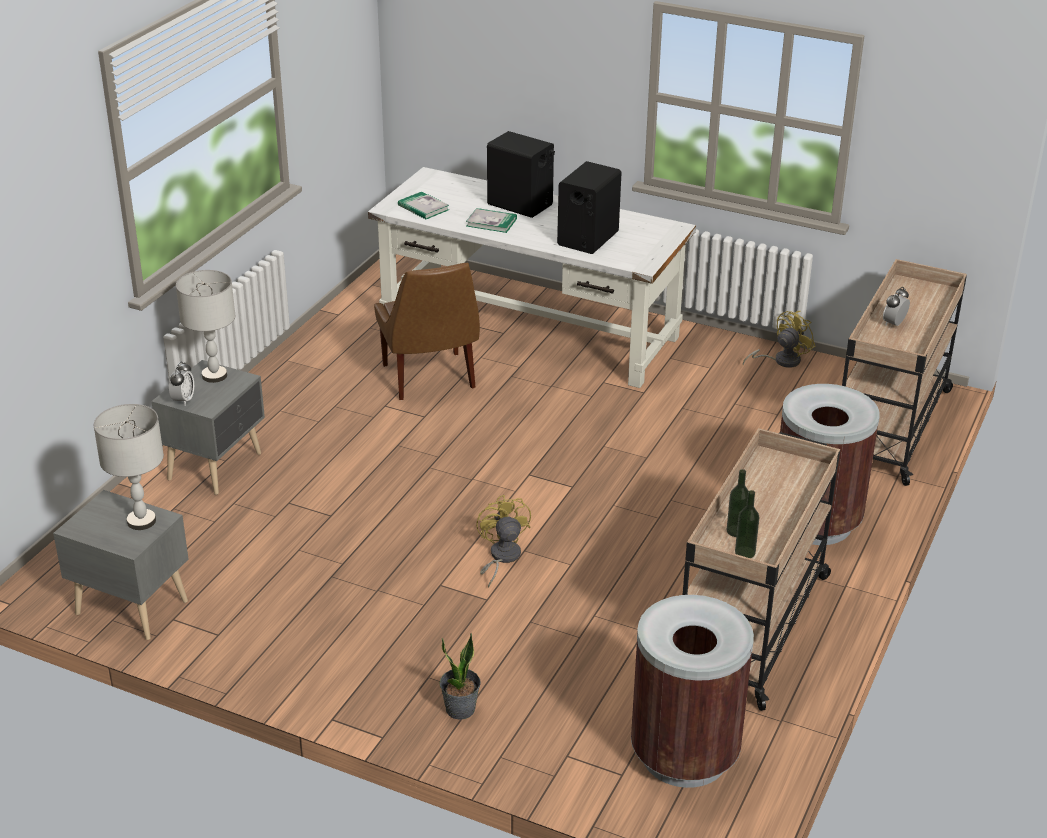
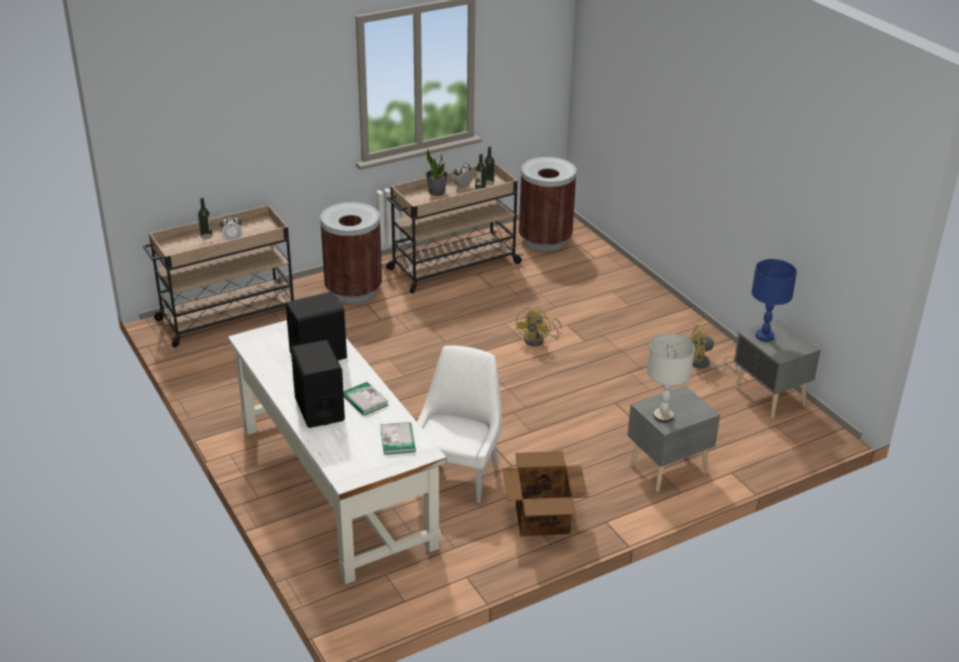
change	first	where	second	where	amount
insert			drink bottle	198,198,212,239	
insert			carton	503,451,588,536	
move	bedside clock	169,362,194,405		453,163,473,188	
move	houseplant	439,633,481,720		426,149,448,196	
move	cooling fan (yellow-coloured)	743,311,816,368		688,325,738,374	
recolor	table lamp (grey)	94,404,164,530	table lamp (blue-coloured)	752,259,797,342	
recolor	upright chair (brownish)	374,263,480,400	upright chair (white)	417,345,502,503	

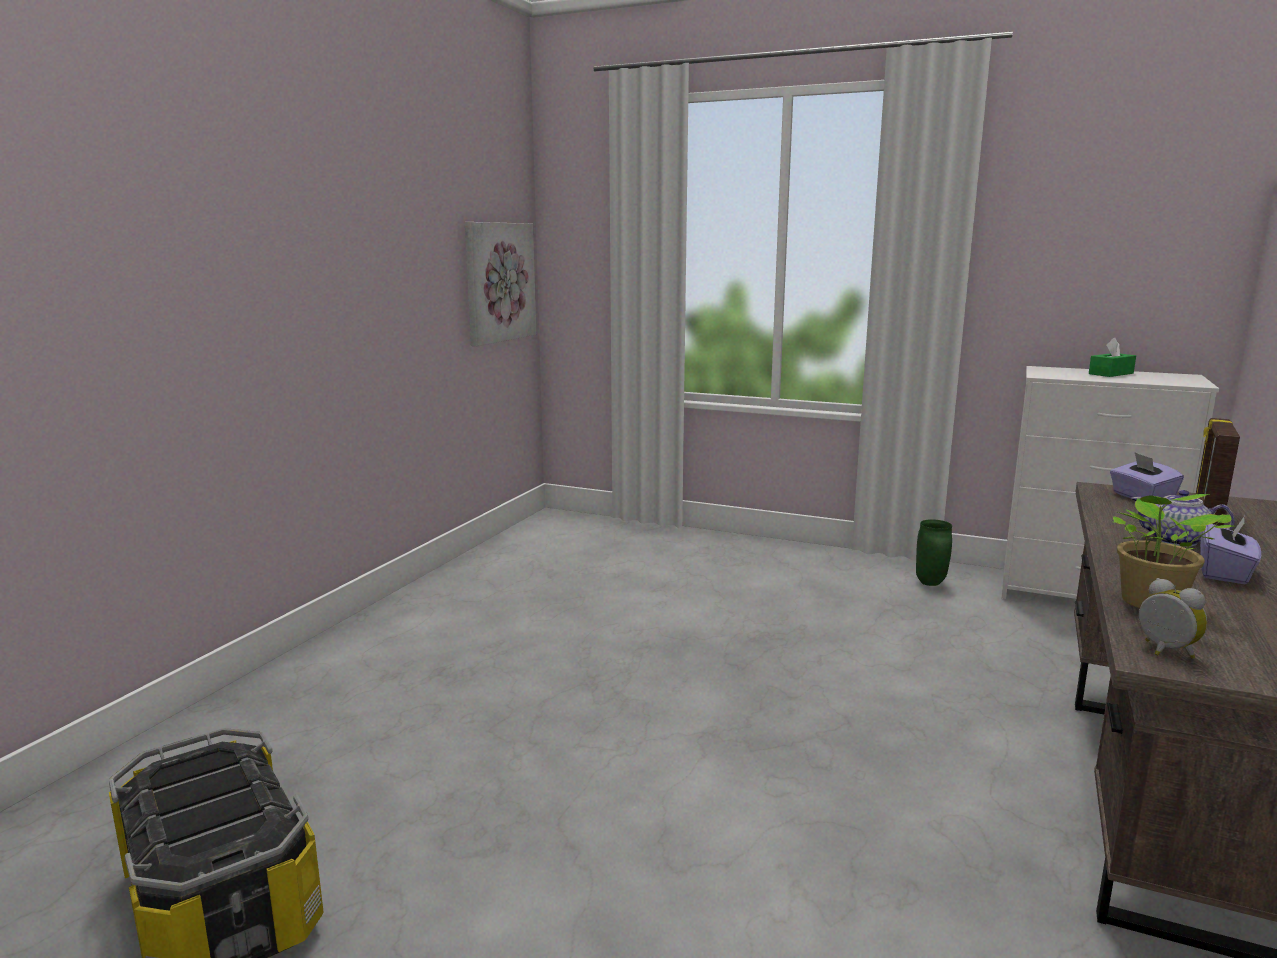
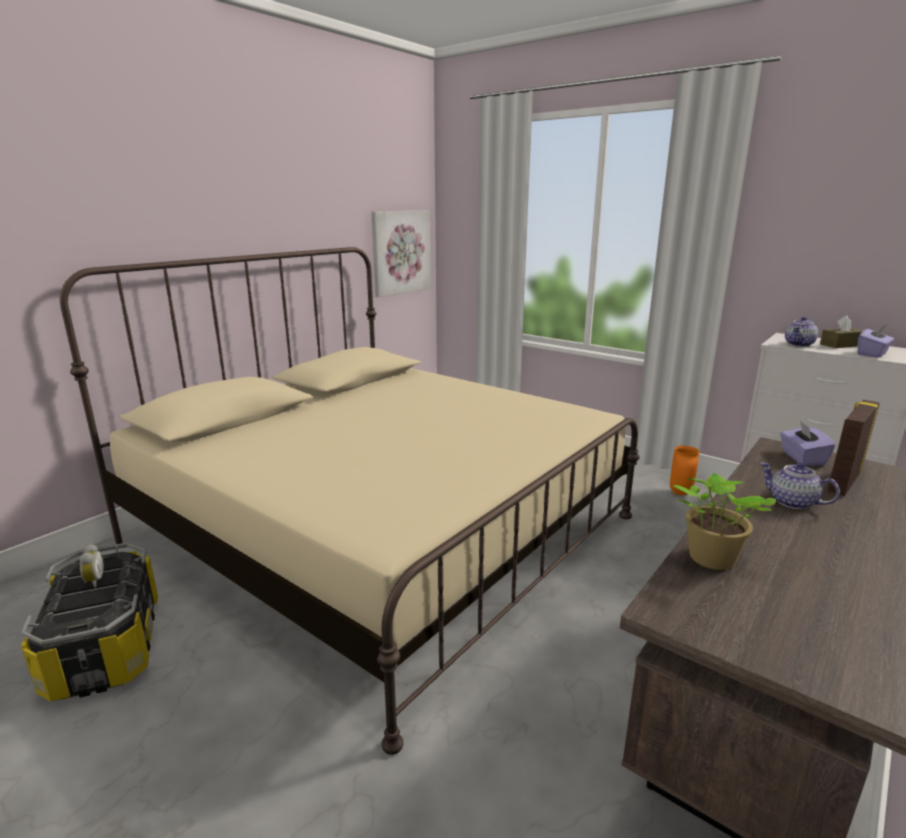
change	first	where	second	where	amount
insert			bedroom bed (sand-coloured)	60,247,639,755	
insert			pot for tea	785,317,818,347	
move	bedside clock	1139,578,1208,659		80,544,104,588	
move	box of tissues (purple-coloured)	1200,517,1261,584		857,325,894,358	
recolor	flower vase (green-coloured)	916,519,952,586	flower vase (orange-coloured)	670,446,699,495	
recolor	box of tissues (green-coloured)	1089,338,1136,377	box of tissues (brownish)	820,315,863,348	

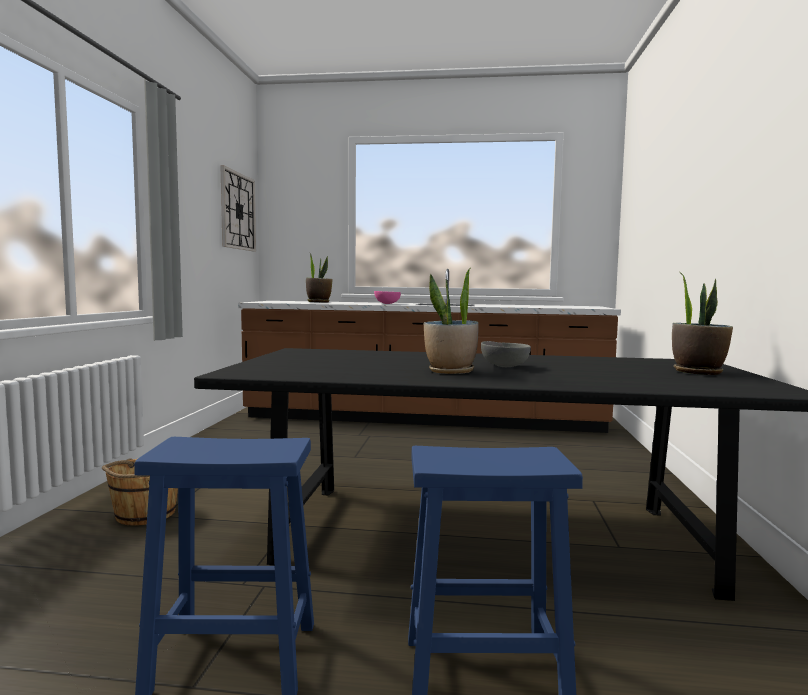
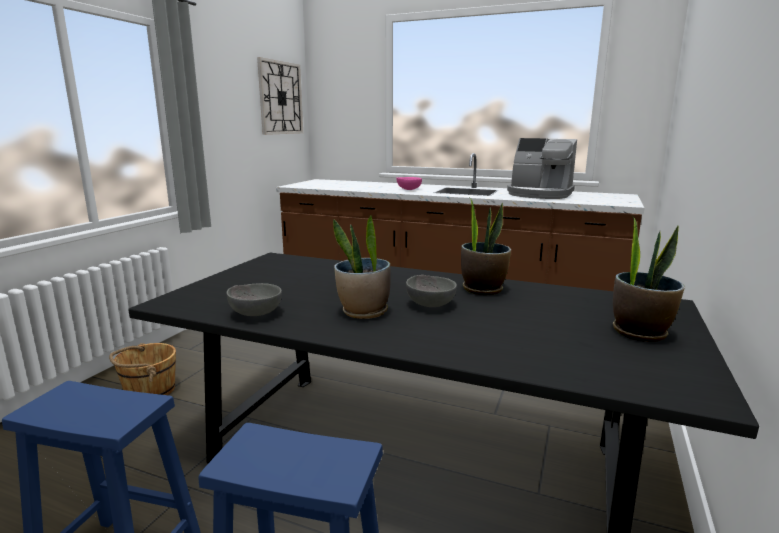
change	first	where	second	where	amount
insert			serving bowl (grey)	227,283,282,316	
insert			coffee brewer	507,138,577,199	
move	houseplant	306,253,332,303		461,197,511,295	

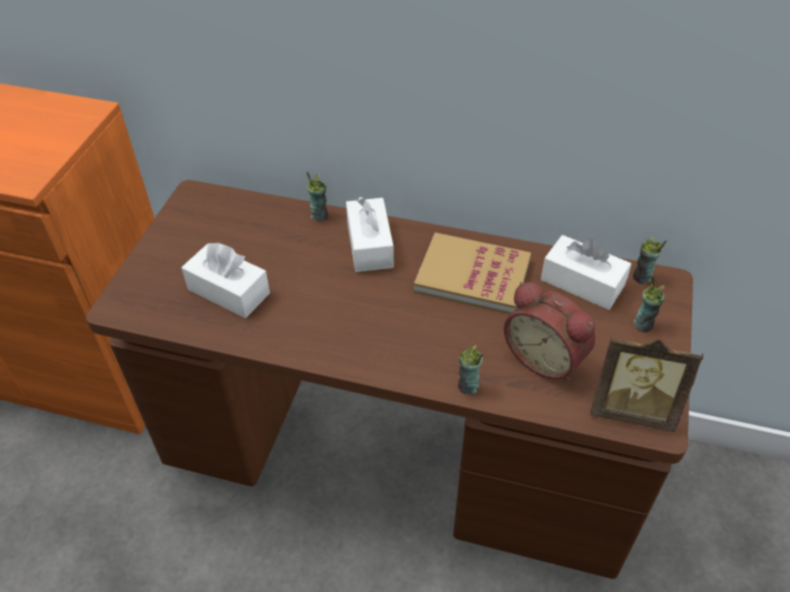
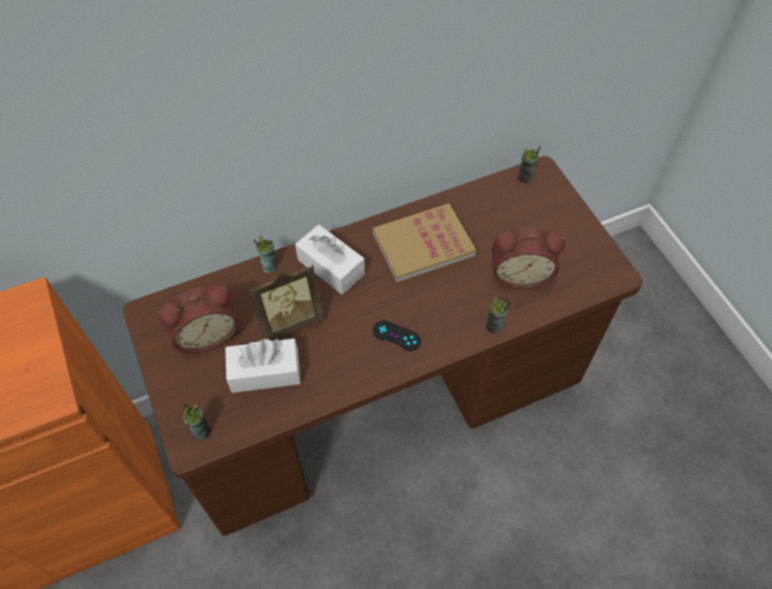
change	first	where	second	where	amount
delete	box of tissues (white)	541,235,631,310			
insert			bedside clock	157,284,238,354	
insert			gamepad (black-coloured)	373,320,421,351	
move	photo frame	590,336,703,432		248,264,325,340	
move	small cup	633,276,665,332		183,402,211,440	

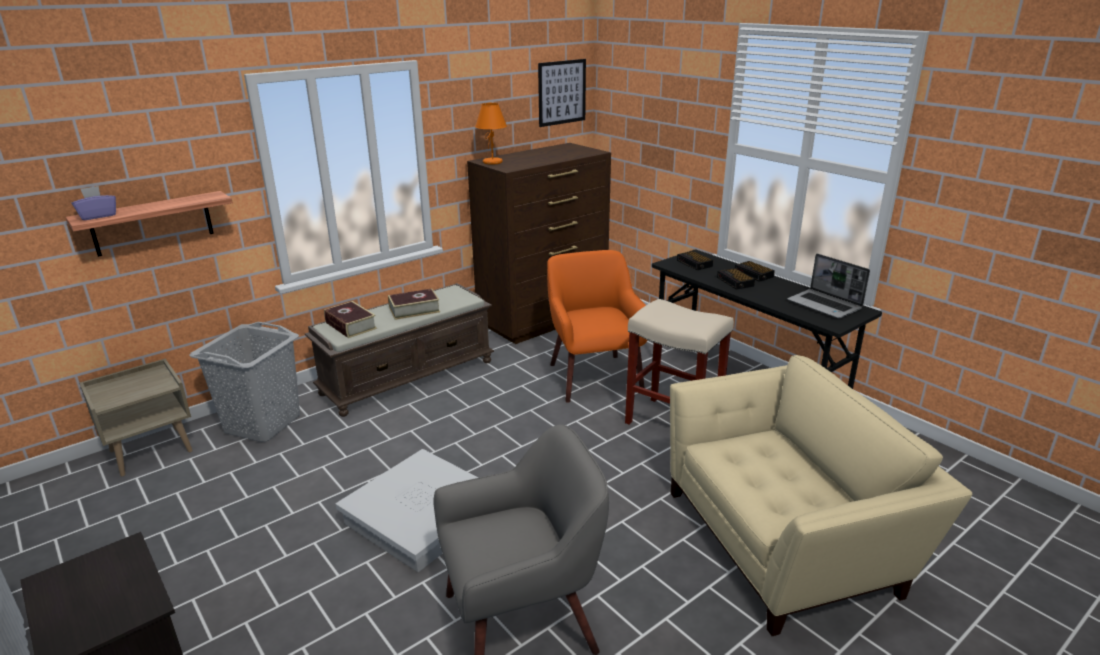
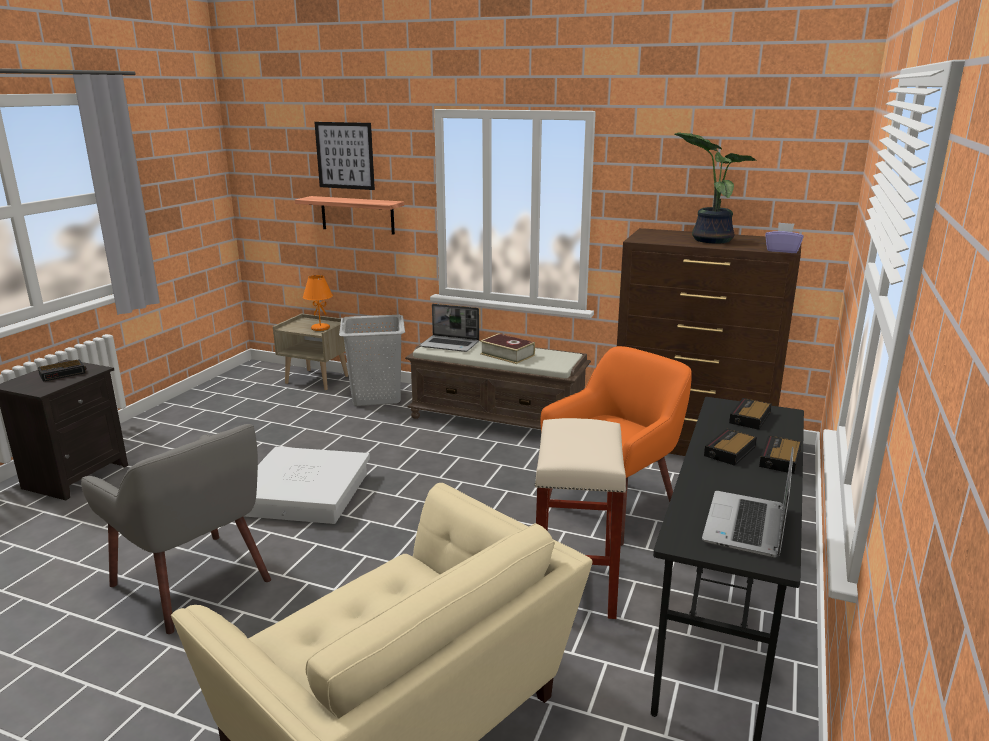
change	first	where	second	where	amount
insert			bedside clock	38,359,87,382	
insert			houseplant	674,132,758,243	
move	box of tissues (purple-coloured)	72,186,116,220		765,223,803,253	
move	table lamp (orange-coloured)	475,103,507,165		303,275,333,331	
move	picture	538,59,586,127		314,122,375,190	
replace	book	324,301,377,338	laptop	420,304,479,352	

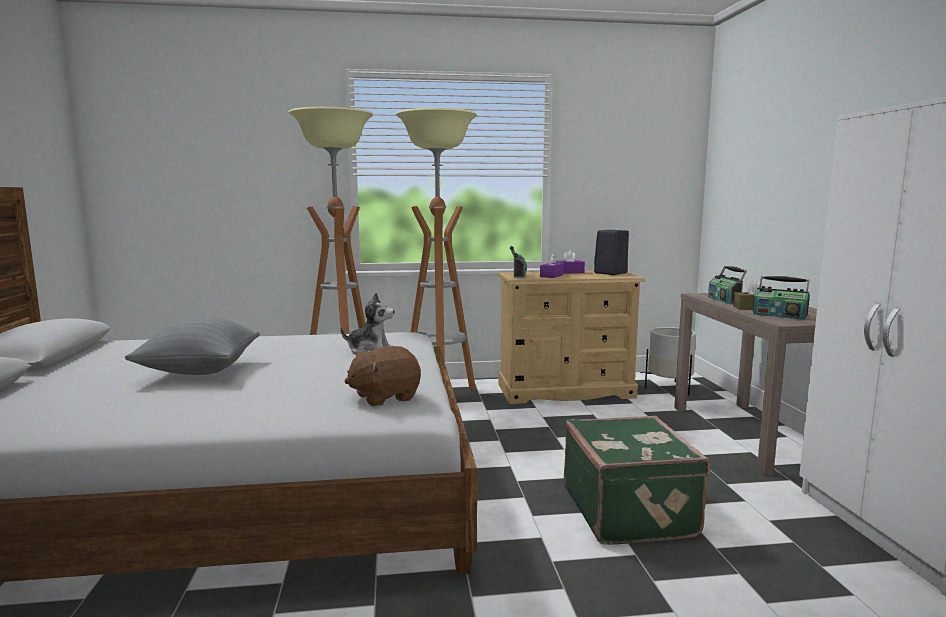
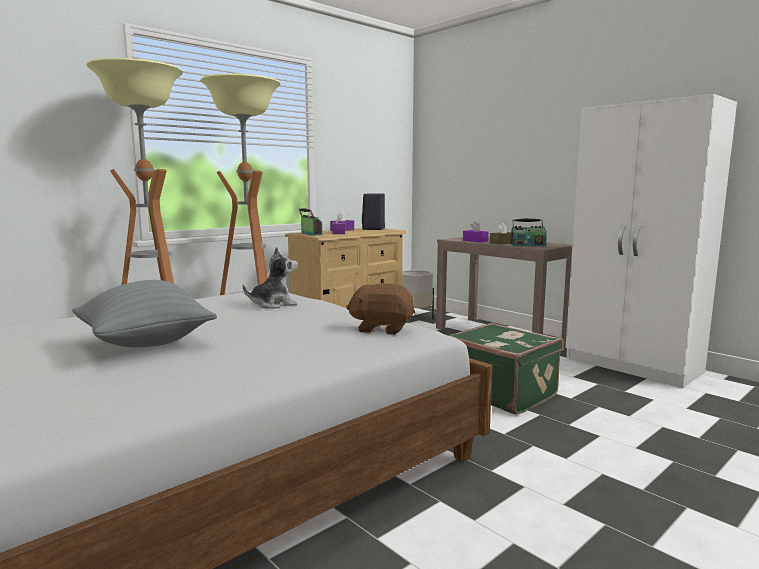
change	first	where	second	where	amount
replace	radio receiver	708,266,747,304	box of tissues (purple-coloured)	463,221,488,242	
rotate	soft toy (brownish)	344,346,421,407		346,283,415,335	75 degrees clockwise

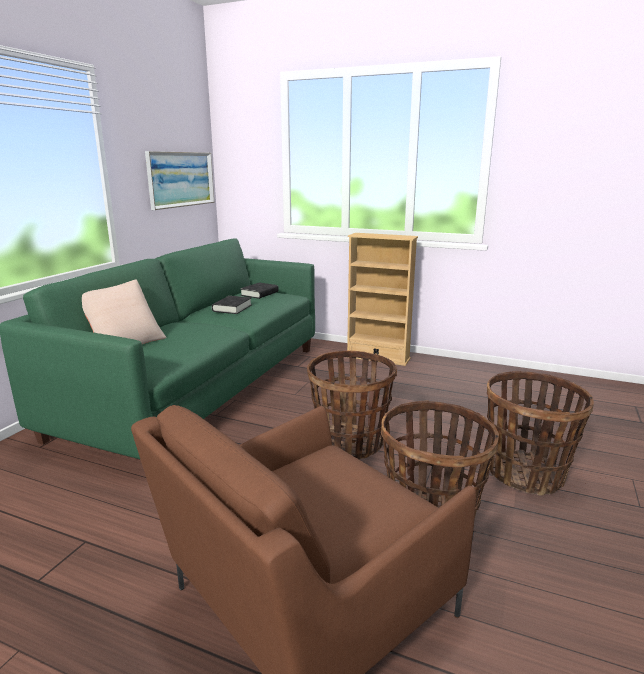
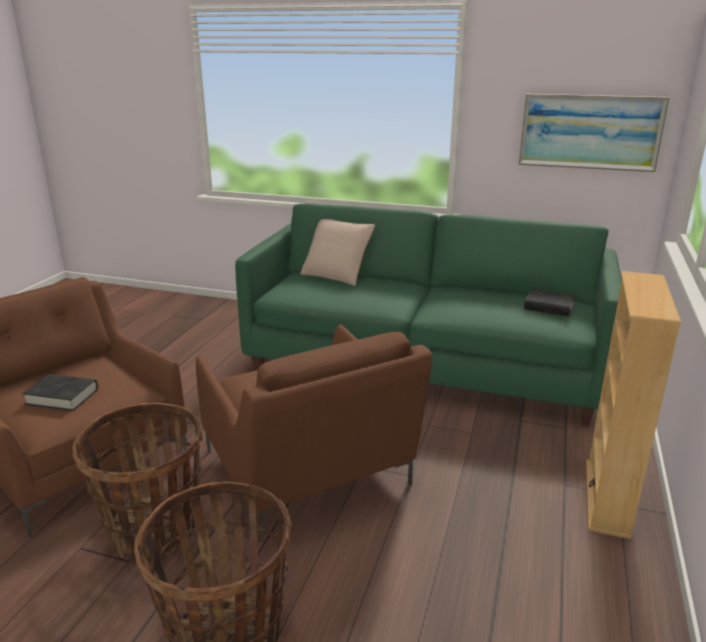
change	first	where	second	where	amount
move	book (black-coloured)	212,296,252,314		22,374,98,411	
replace	storage basket	307,350,397,459	easy chair (brownish)	196,325,433,541	

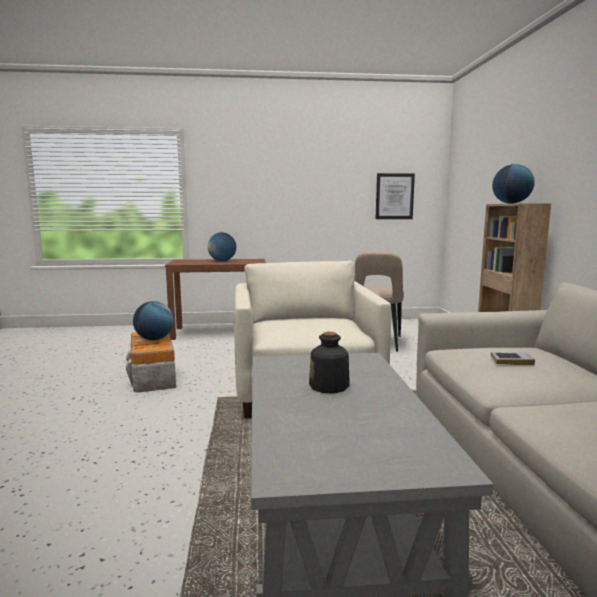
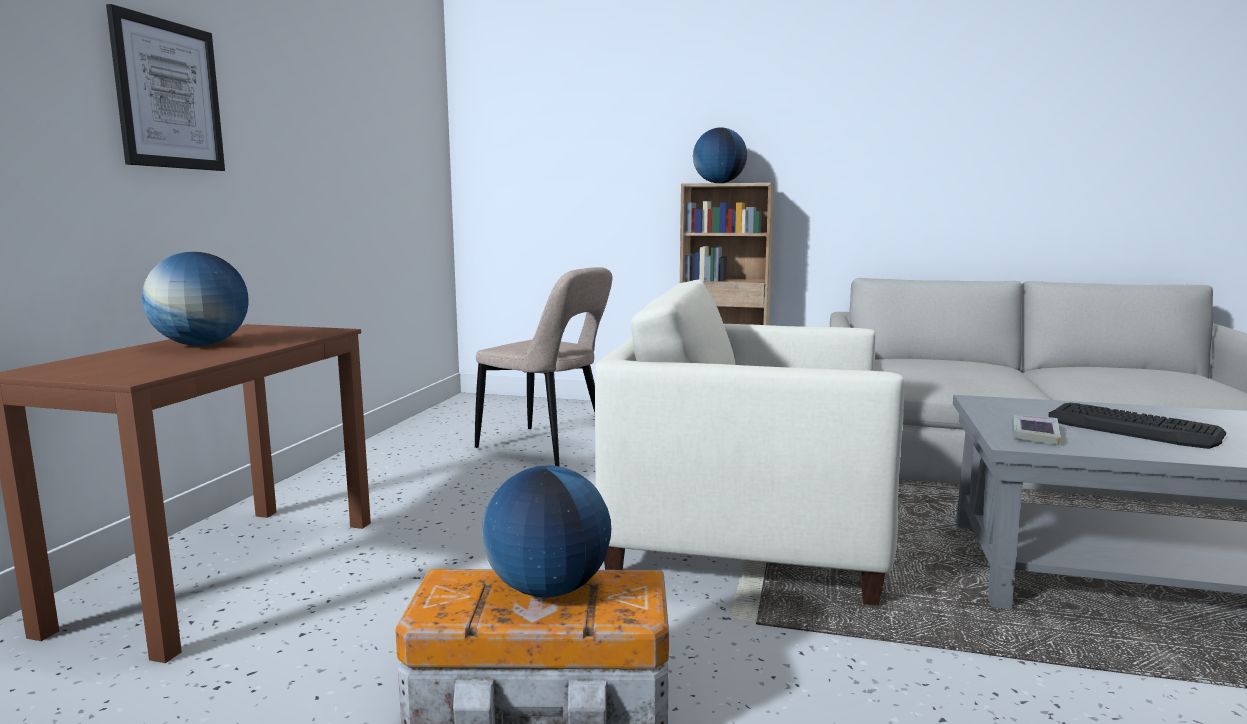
change	first	where	second	where	amount
move	picture	376,173,415,219		106,4,225,171	
move	book	491,352,535,365		1012,414,1061,446	
replace	drink bottle	309,332,350,394	PC keyboard	1048,403,1226,449	

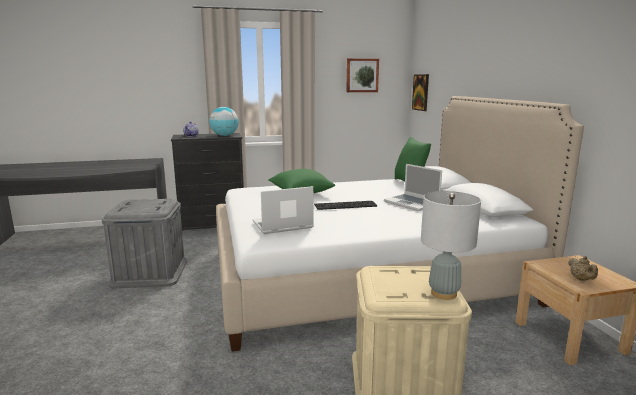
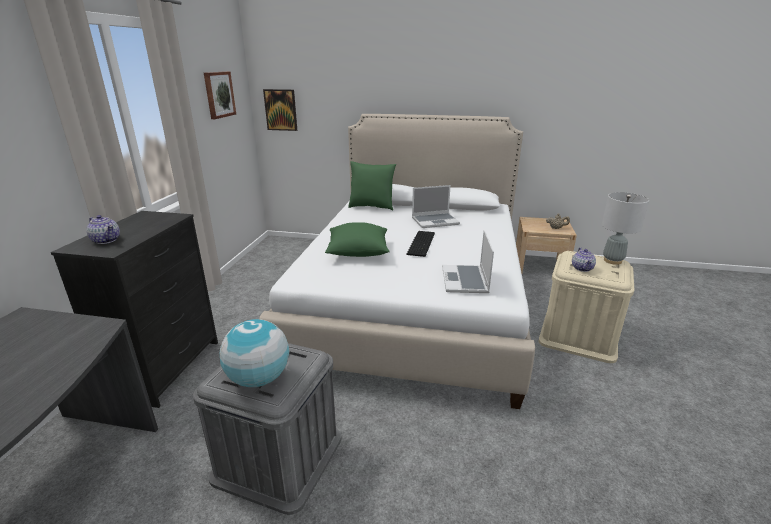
change	first	where	second	where	amount
insert			pot for tea	572,248,596,272	
move	globe	209,107,239,136		220,319,289,387	

